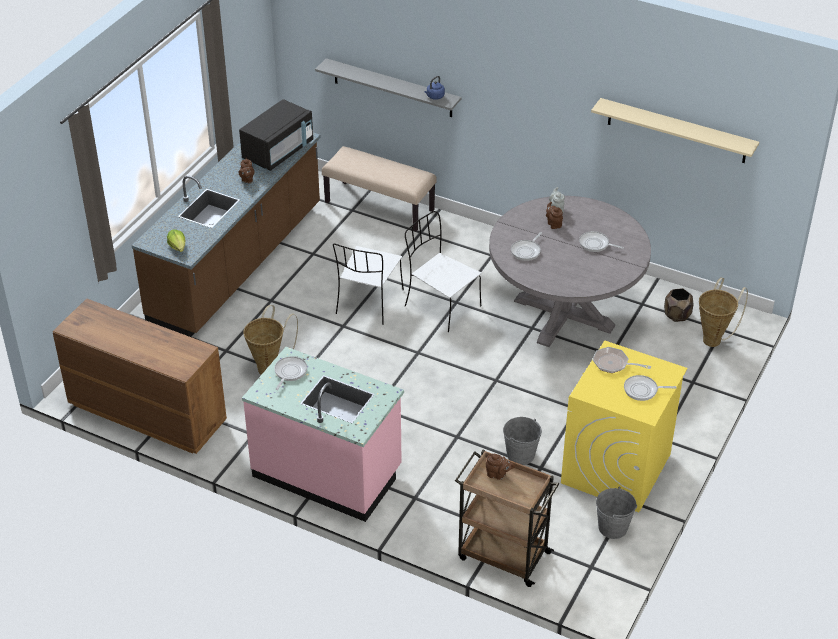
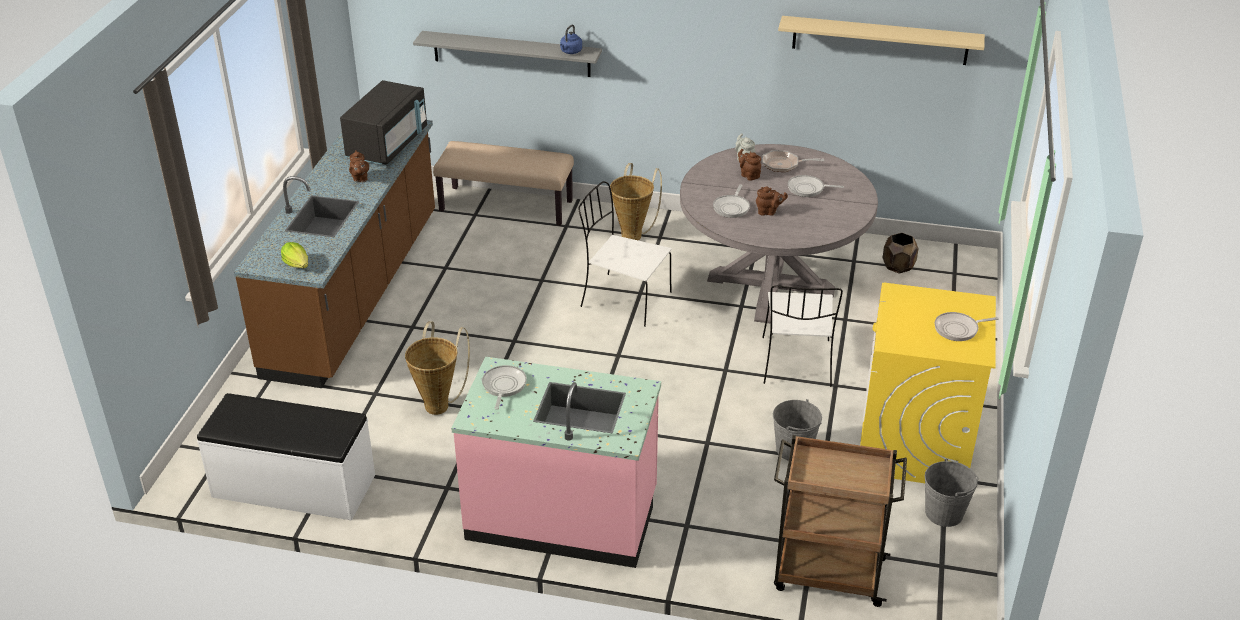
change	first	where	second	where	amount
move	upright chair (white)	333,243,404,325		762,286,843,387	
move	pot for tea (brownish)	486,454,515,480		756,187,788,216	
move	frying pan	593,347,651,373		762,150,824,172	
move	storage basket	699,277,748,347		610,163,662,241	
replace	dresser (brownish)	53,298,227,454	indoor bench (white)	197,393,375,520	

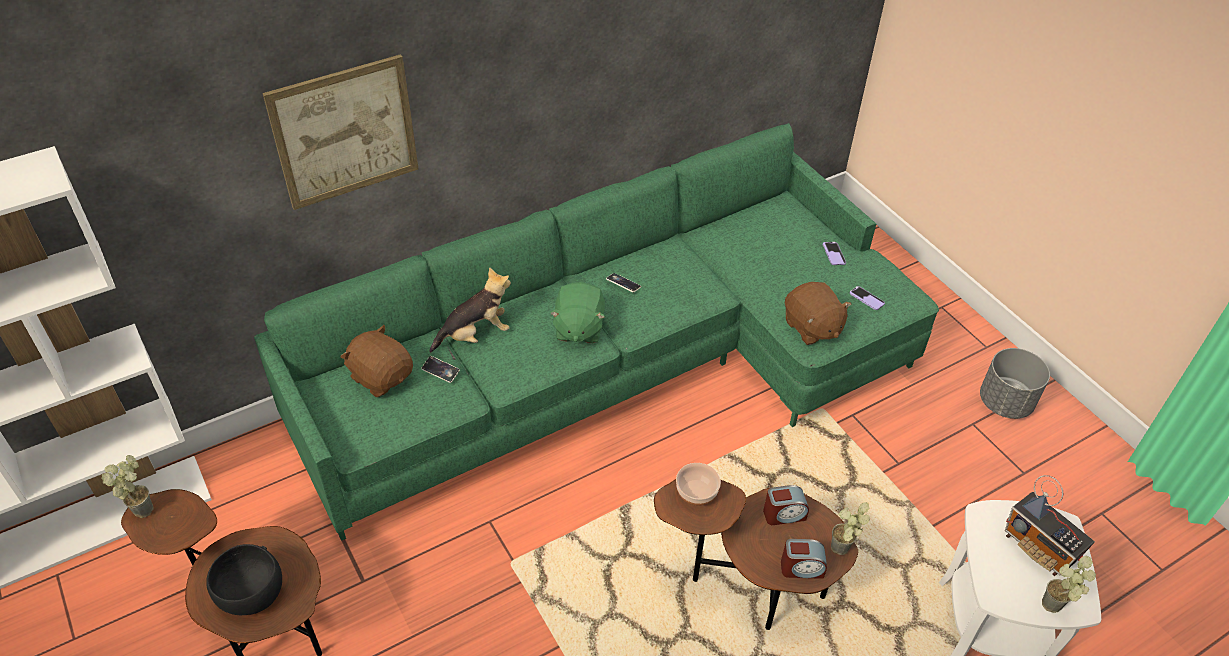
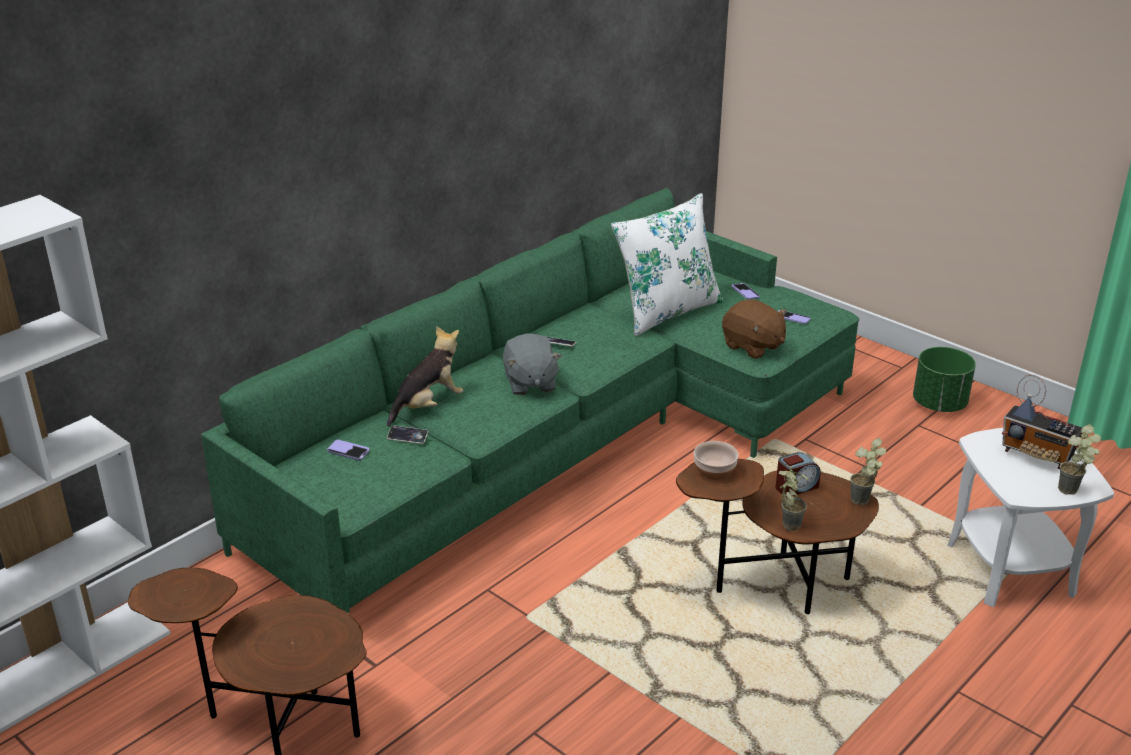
change	first	where	second	where	amount
delete	serving bowl (black-coloured)	206,544,282,615			
delete	picture	263,54,419,210			
delete	bedside clock	781,539,827,579			
insert			throw pillow (white)	611,193,723,336	
move	houseplant	101,455,153,518		778,464,808,531	
replace	soft toy (brownish)	340,325,413,397	handset	327,440,369,461	
recolor	soft toy (green-coloured)	550,282,605,343	soft toy (grey)	503,333,562,395	
recolor	planter (grey)	980,348,1050,419	planter (green-coloured)	913,347,976,412	

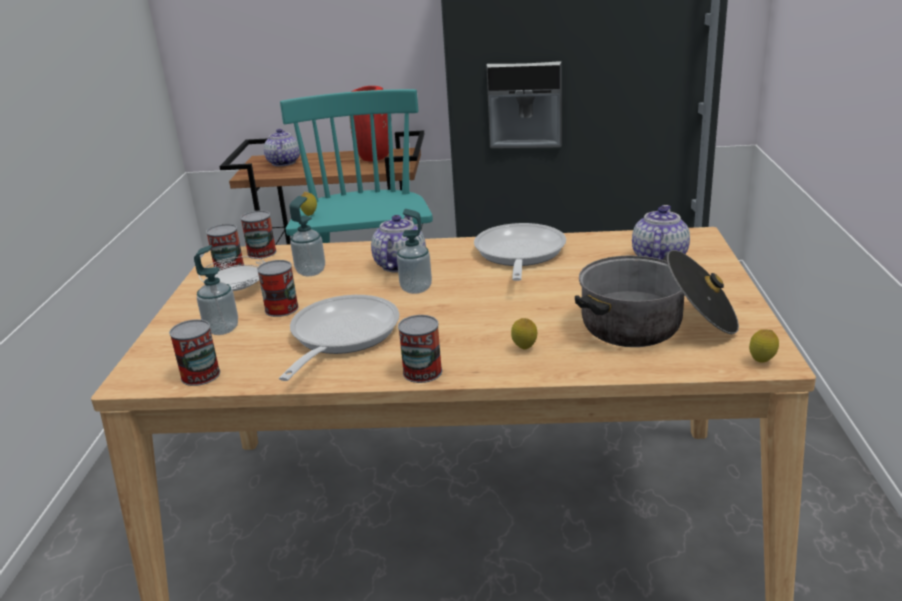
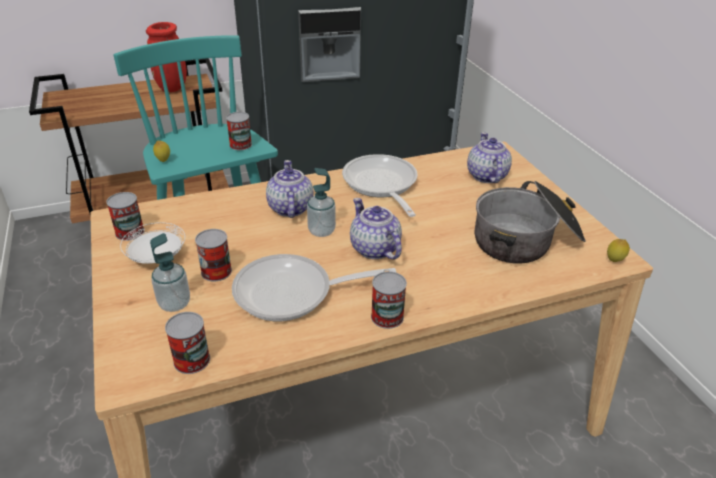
change	first	where	second	where	amount
delete	soap bottle	289,196,325,276			
delete	lemon	511,318,537,350			
move	sealed can	240,211,276,259		226,112,252,150	
move	pot for tea	264,129,300,166		350,198,402,260	
rotate	frying pan	279,295,399,381		232,254,396,321	90 degrees counterclockwise

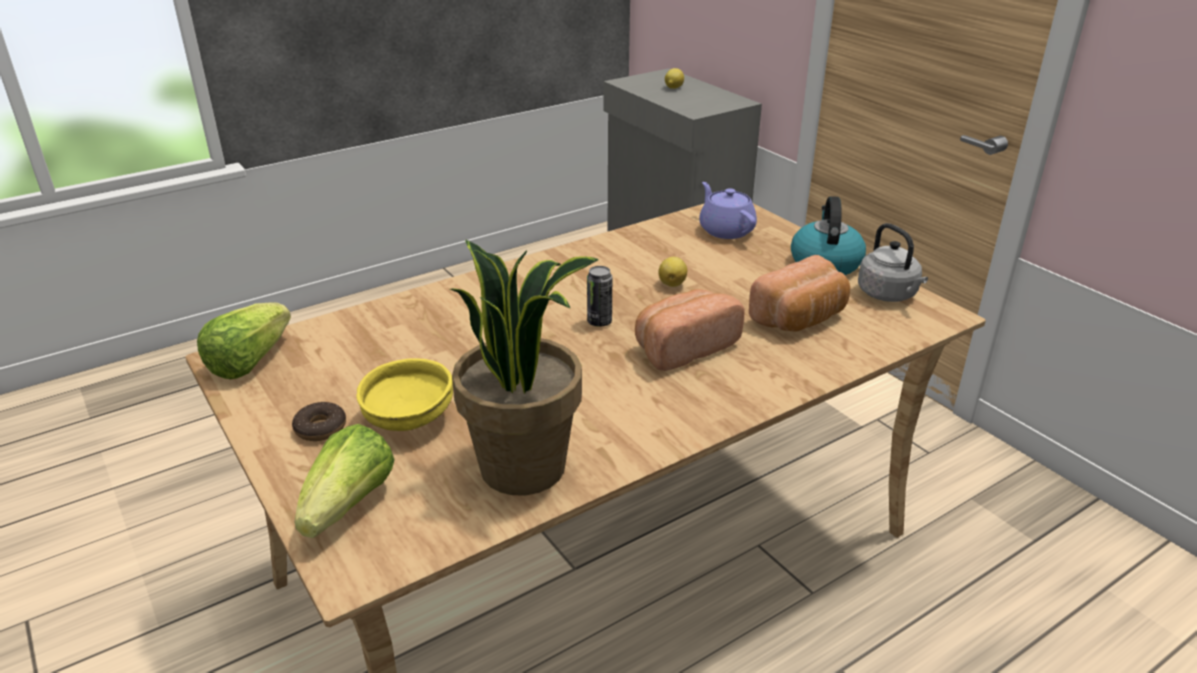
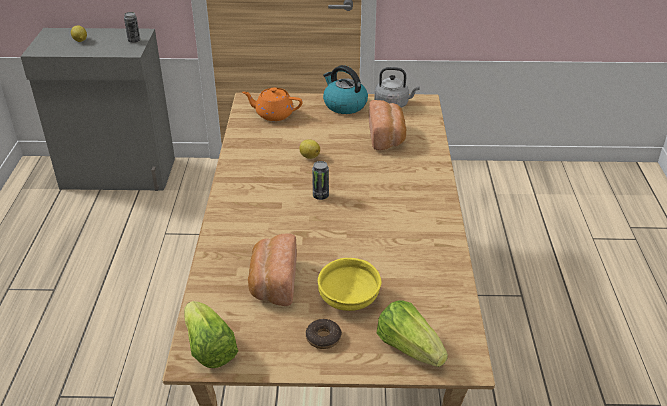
change	first	where	second	where	amount
delete	houseplant	449,240,599,495			
insert			sealed can	124,12,140,43	
move	bread	635,289,744,371		248,234,297,306	
recolor	pot for tea (purple-coloured)	699,182,757,239	pot for tea (orange-coloured)	242,87,303,121	

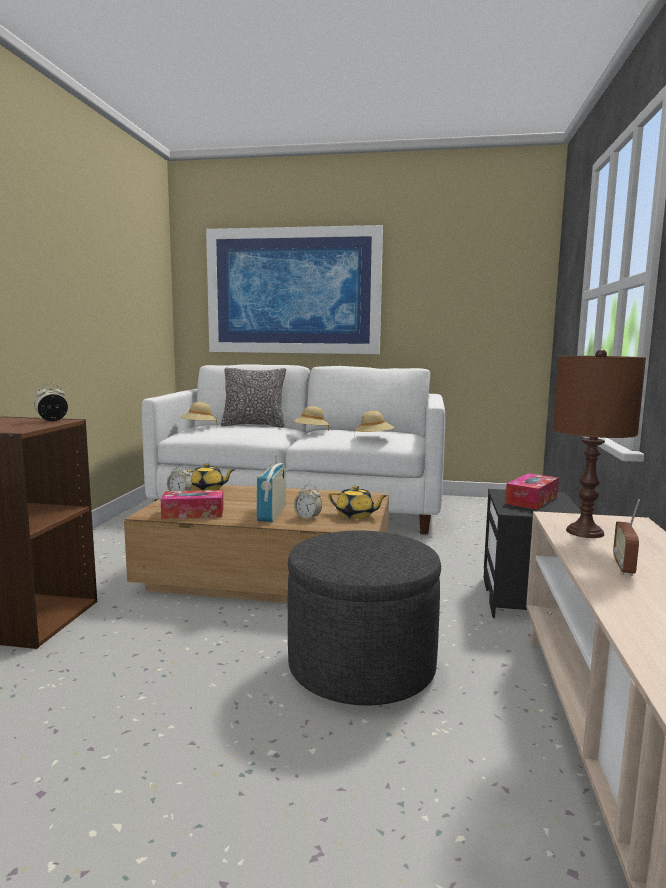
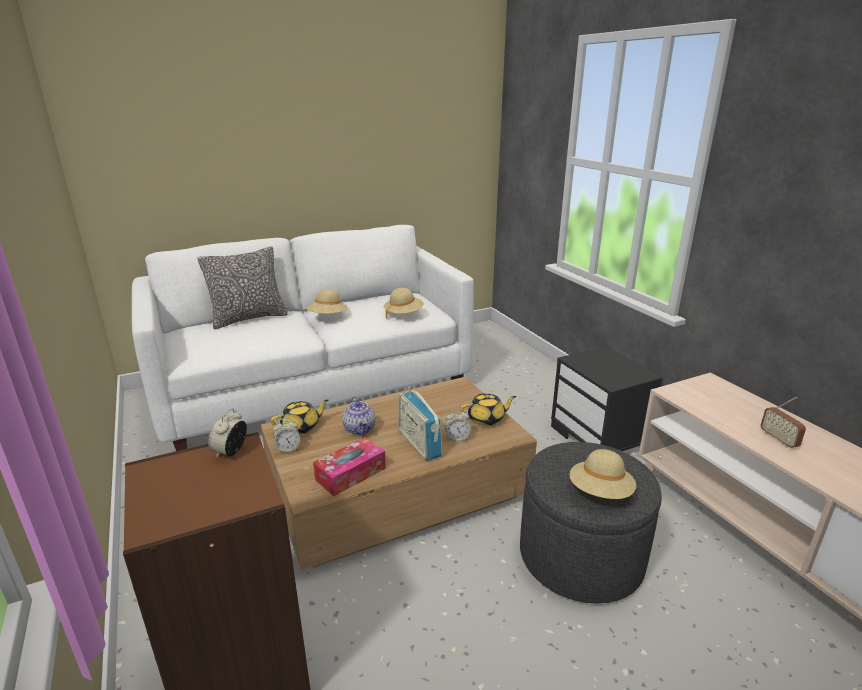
change	first	where	second	where	amount
delete	picture	206,225,383,354			
delete	box of tissues	505,473,559,510			
delete	table lamp (brownish)	552,349,646,538			
insert			pot for tea	342,397,376,435	
move	wearable hat (sand-coloured)	180,402,217,423		570,449,636,499	

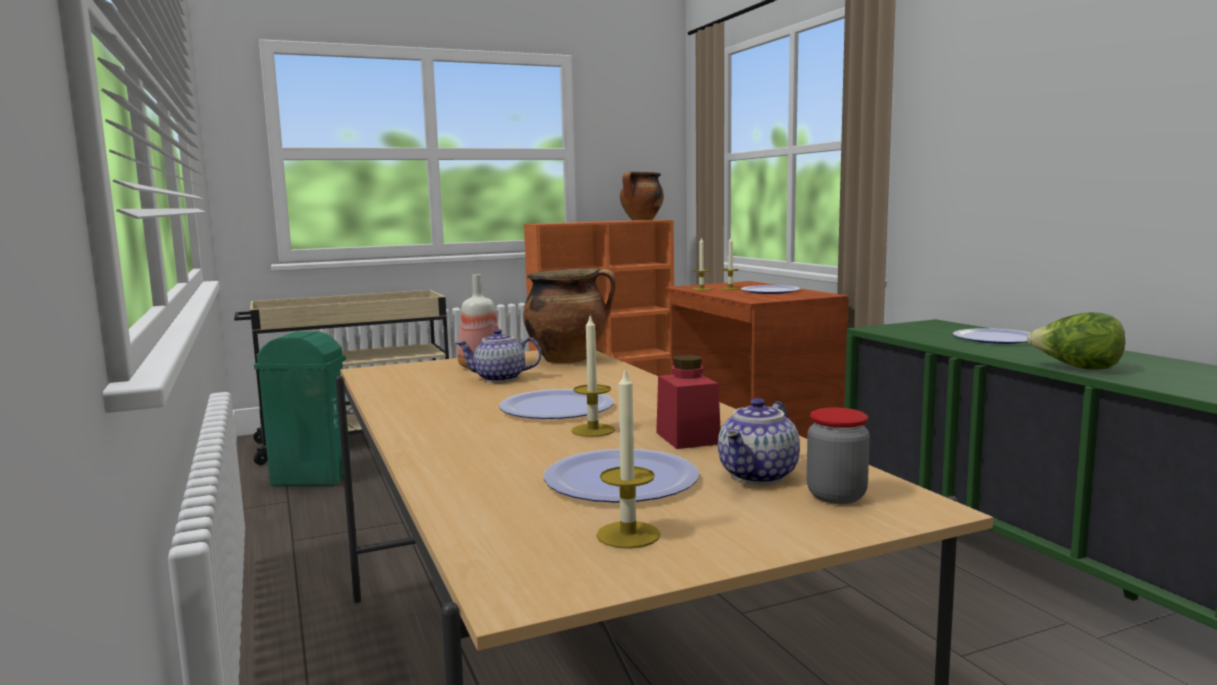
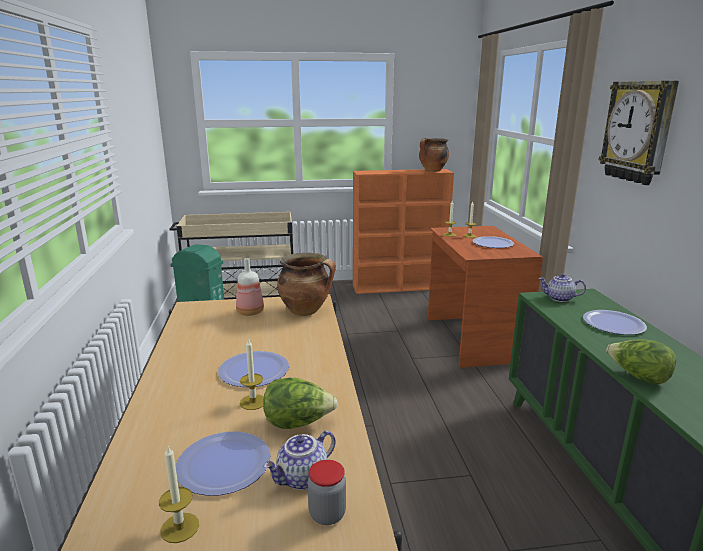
change	first	where	second	where	amount
insert			wall clock	599,81,679,185	
move	pot for tea	456,329,541,382		539,274,586,302	
replace	jar (red)	656,355,720,449	head of lettuce	263,378,338,429	

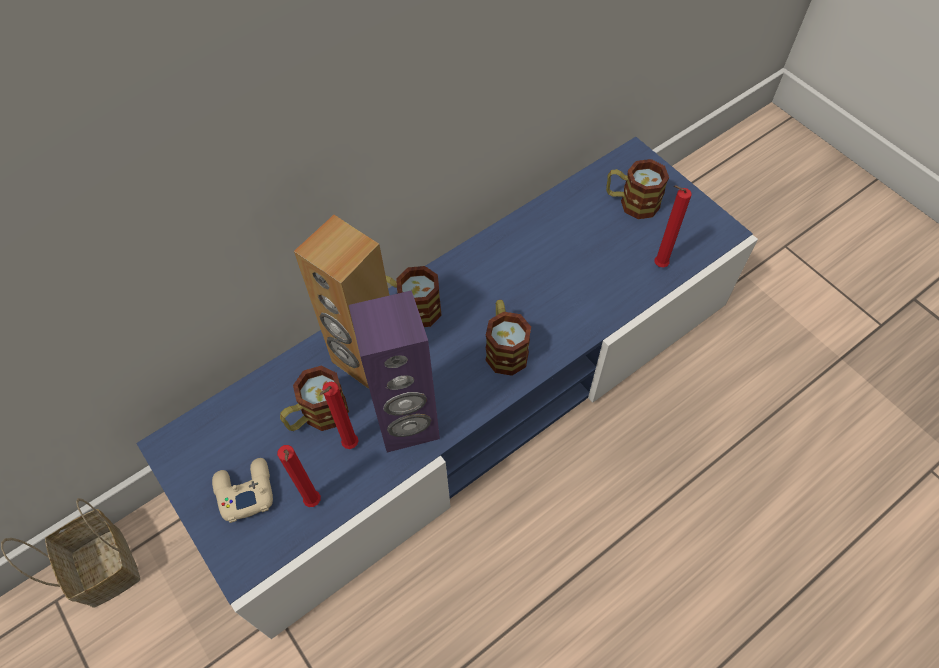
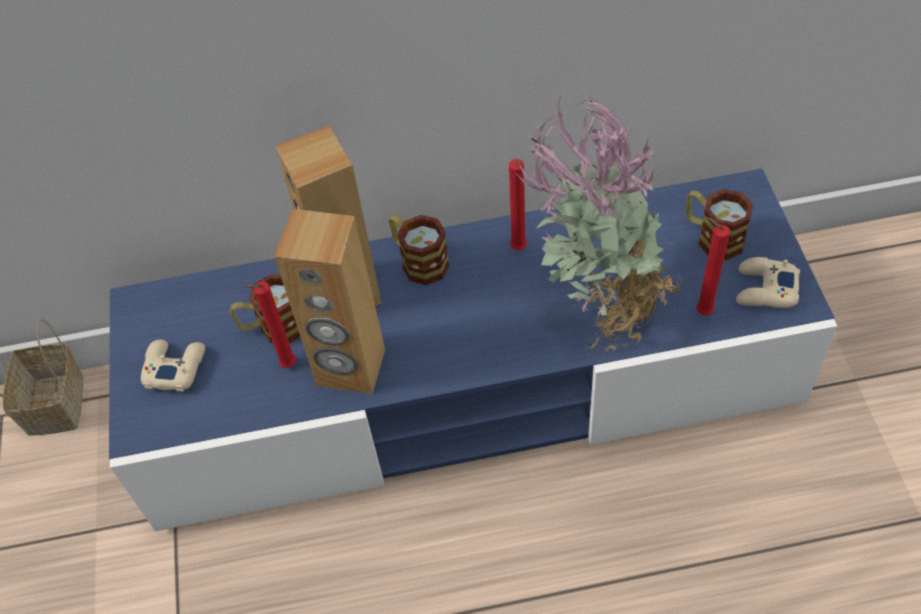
change	first	where	second	where	amount
delete	tea mug	486,300,531,376			
insert			houseplant	518,96,683,351	
insert			gamepad (sand-coloured)	736,257,800,308	
move	wax candle (red)	277,445,321,507		509,159,527,250	
recolor	loudspeaker (purple-coloured)	349,290,440,452	loudspeaker (brownish)	274,209,385,394	

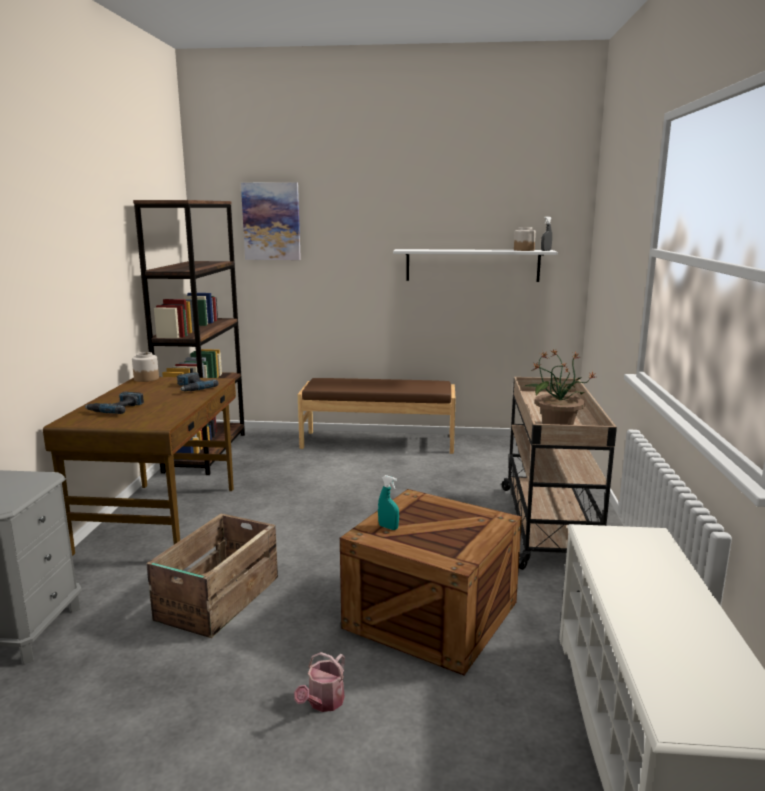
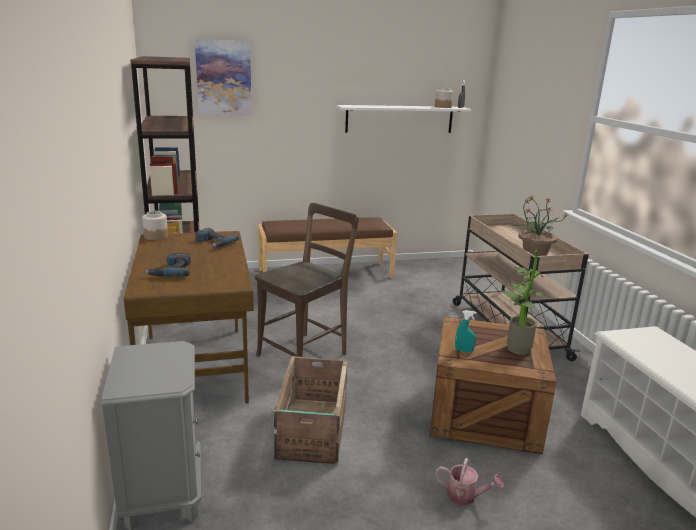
change	first	where	second	where	amount
insert			upright chair (brownish)	255,203,359,357	
insert			houseplant	501,250,546,355	
rotate	watering can	294,652,345,712		436,458,504,505	75 degrees counterclockwise

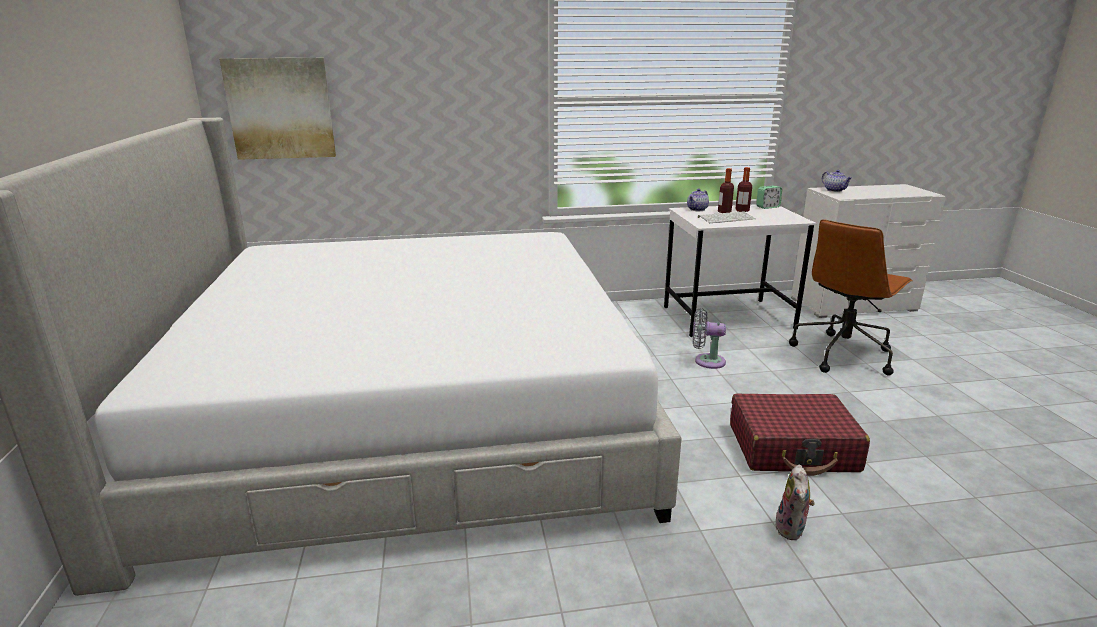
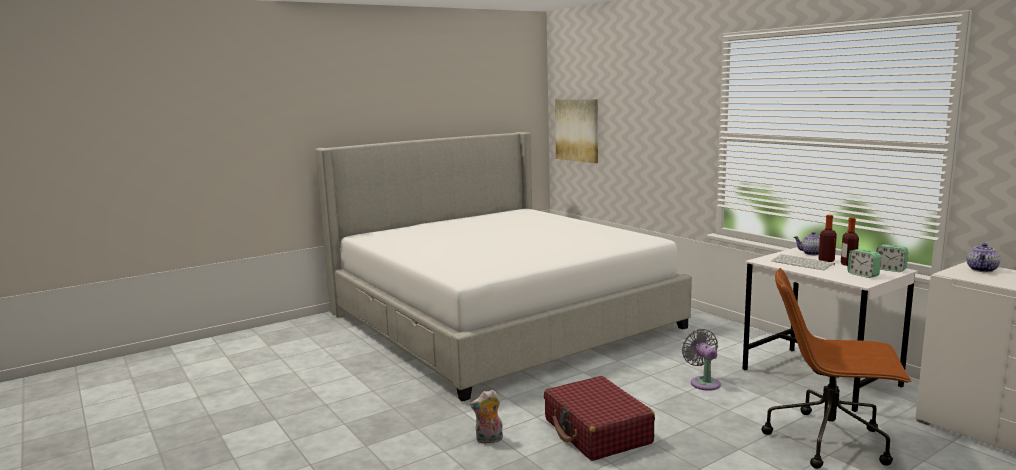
change	first	where	second	where	amount
insert			bedside clock	847,249,881,278	

